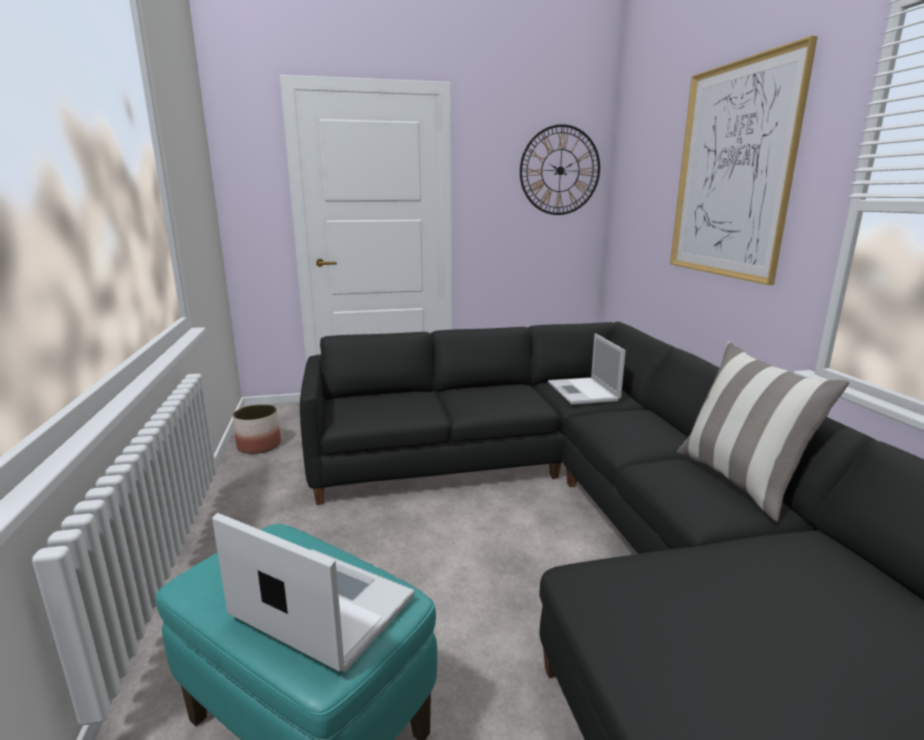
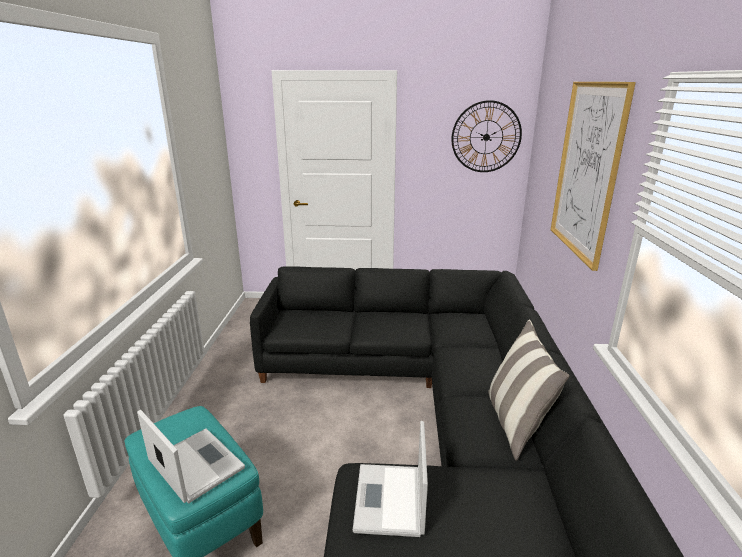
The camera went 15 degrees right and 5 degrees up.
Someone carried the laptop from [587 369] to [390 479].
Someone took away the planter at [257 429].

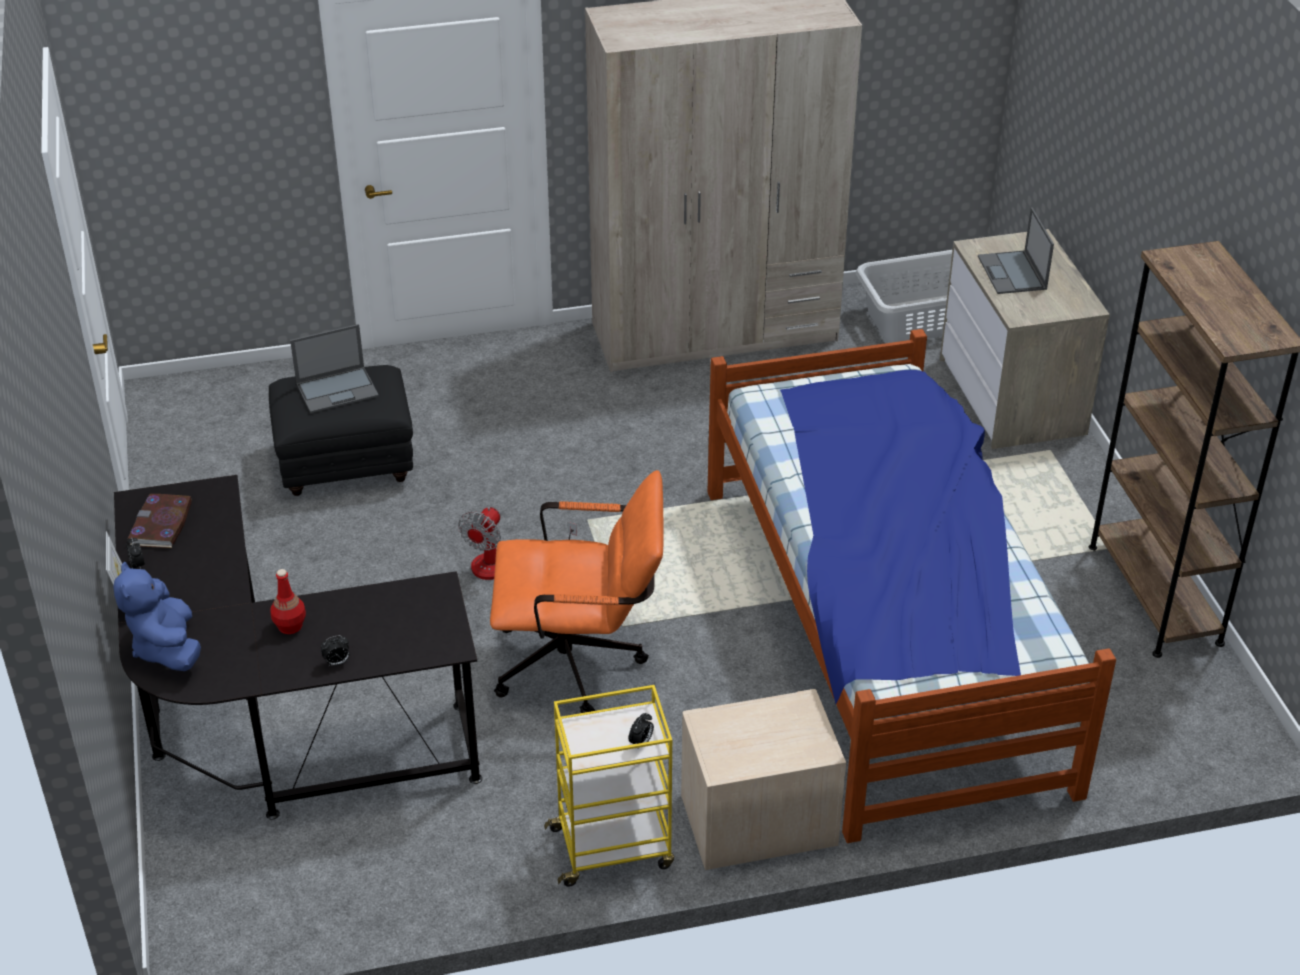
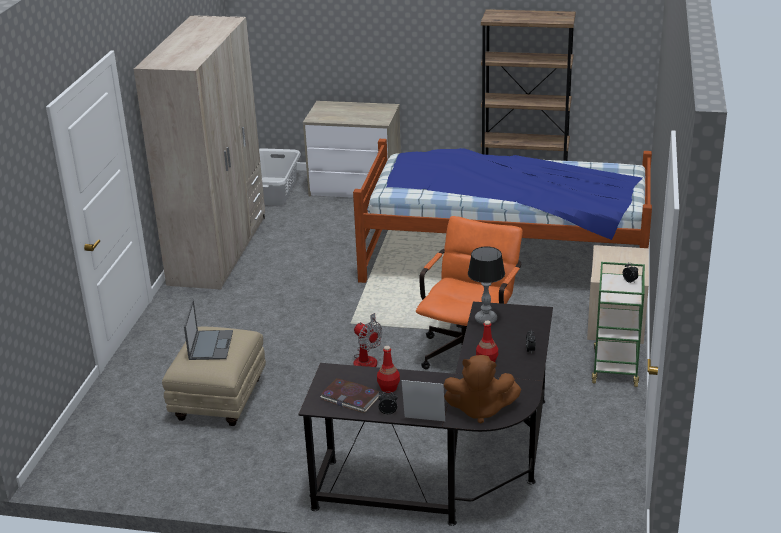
The camera went 65 degrees left and 10 degrees down.
Someone repainted the ottoman (black) at [341 430], which became the ottoman (beige) at [214 376].
Someone put down the bottle (red) at [388 369].
Someone repainted the plush toy (blue) at [157 616], which became the plush toy (brown) at [482 389].
Someone put down the table lamp at [486 285].
Someone repainted the cart (yellow) at [609 786], which became the cart (green) at [618 324].
Someone took away the laptop at [1016 250].

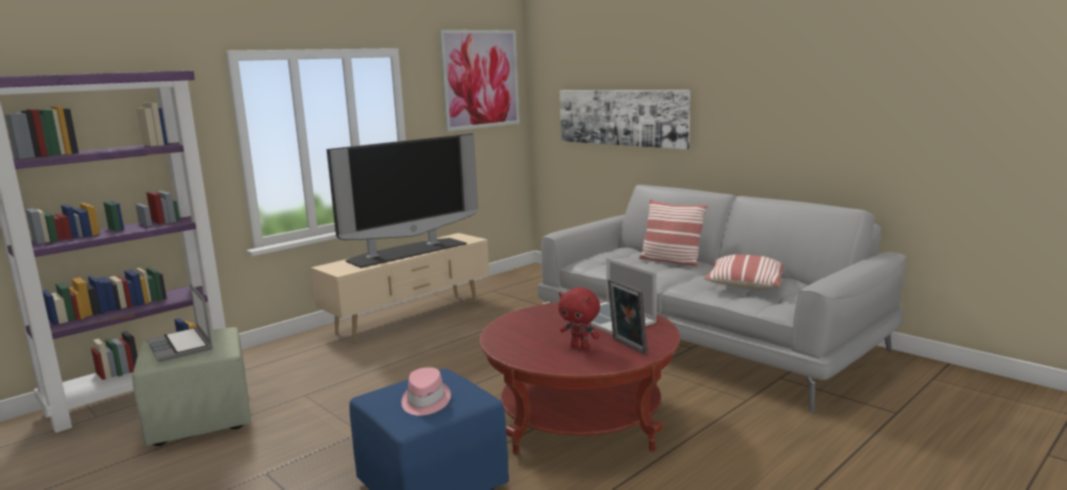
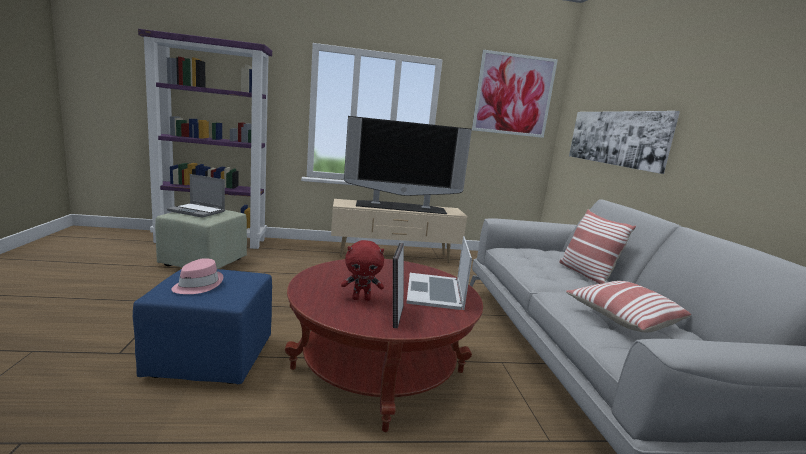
The camera went 35 degrees right and 0 degrees up.
Someone rotated the laptop at [179 323] by 75 degrees counterclockwise.
Someone rotated the plush toy (red) at [579 318] by 75 degrees counterclockwise.

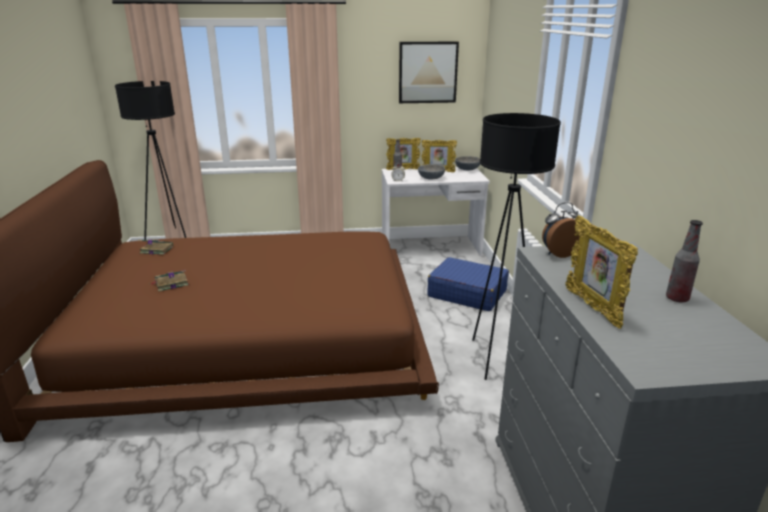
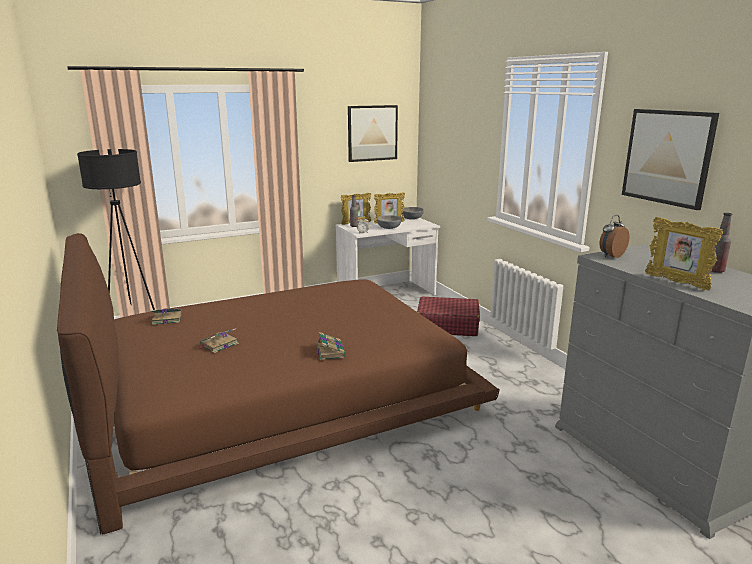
The camera went 20 degrees left and 5 degrees down.
Someone put down the book at [331 346].
Someone repainted the suitcase (blue) at [468 284], which became the suitcase (red) at [448 316].
Someone put up the picture at [670 159].
Someone took away the floor lamp (black) at [516 246].

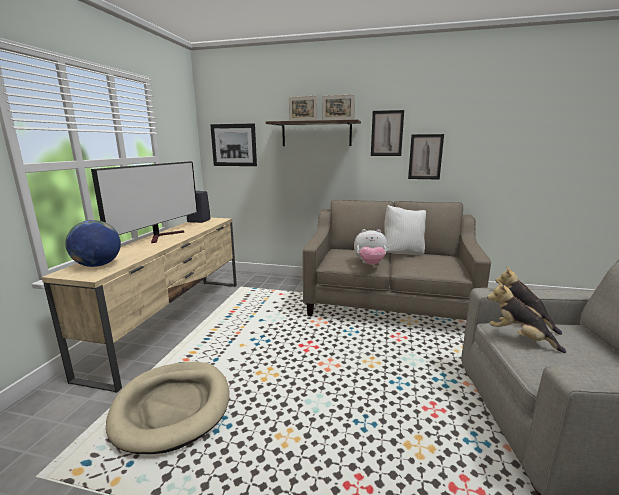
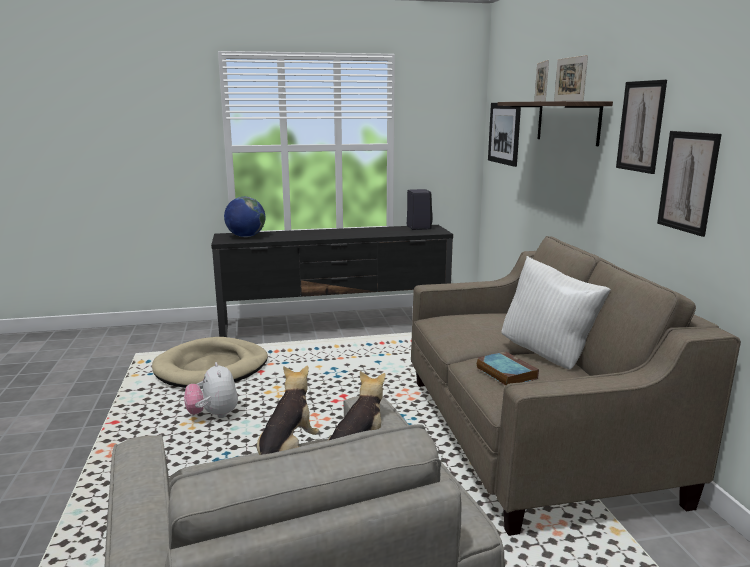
The camera went 65 degrees right and 0 degrees up.
Someone carried the plush toy from [370 247] to [211 390].
Someone repainted the tv stand (beige) at [139 305], which became the tv stand (black) at [332 281].
Someone put down the book at [507 368].
Someone took away the television at [144 202].

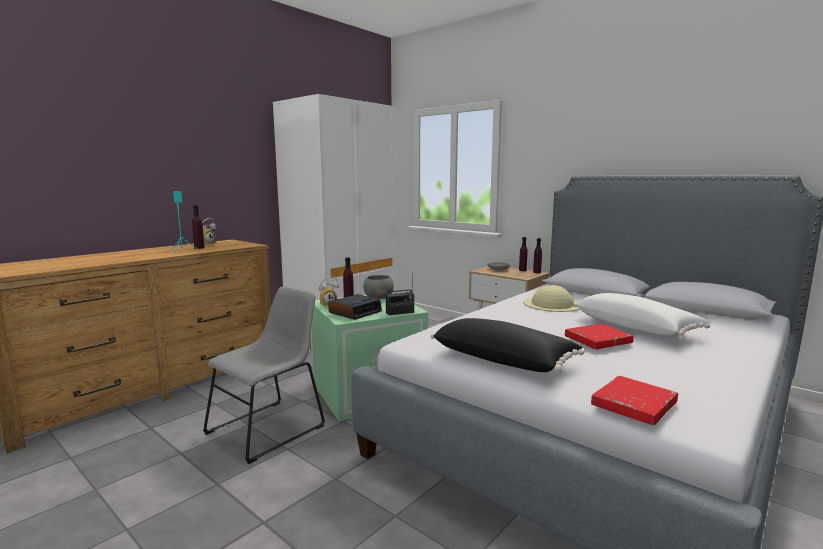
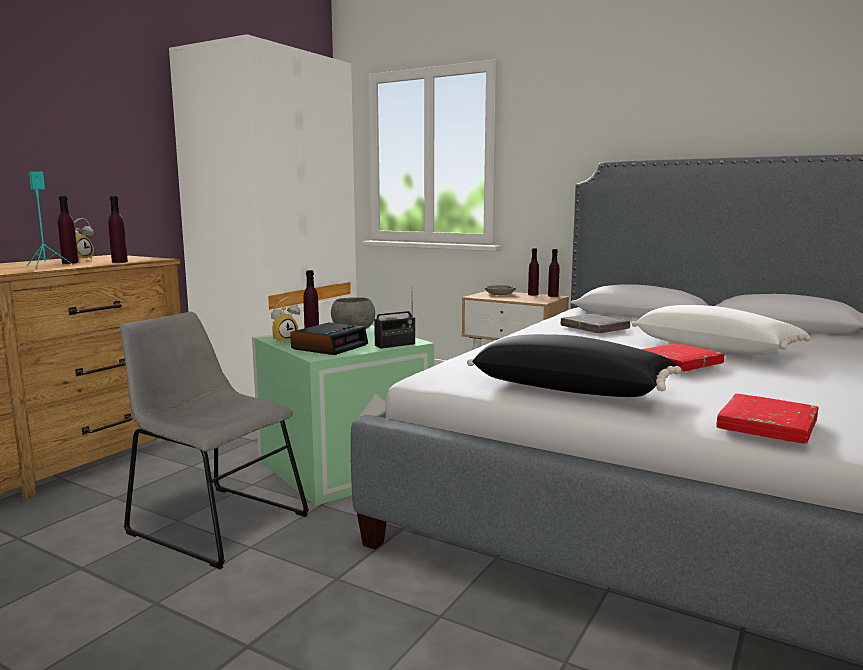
The camera went 10 degrees left and 0 degrees up.
Someone put down the bottle (purple) at [118 229].
Someone rotated the chair (grey) at [264 375] by 90 degrees counterclockwise.
Someone swapped the hat (beige) at [551 298] for the book (grey) at [595 323].

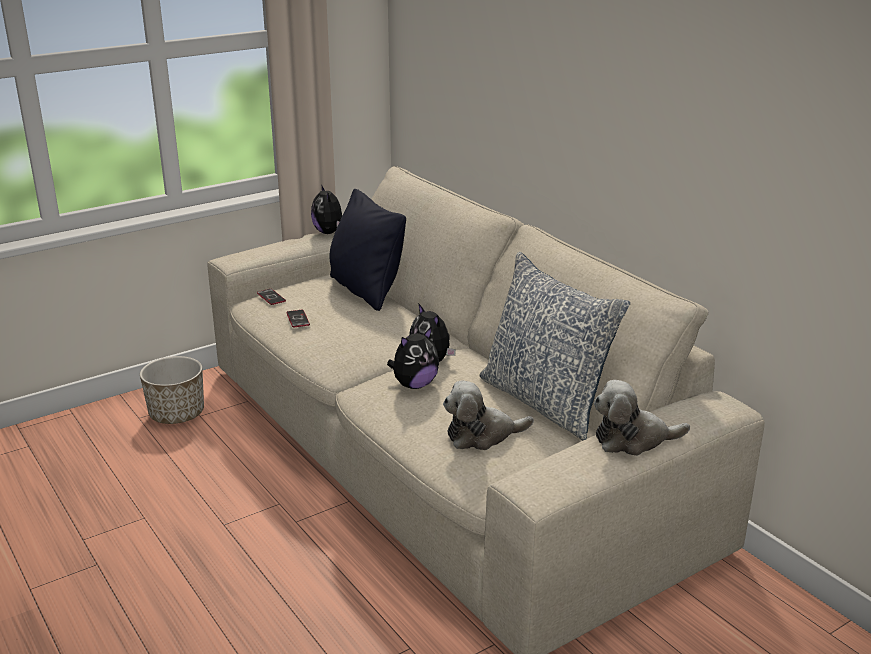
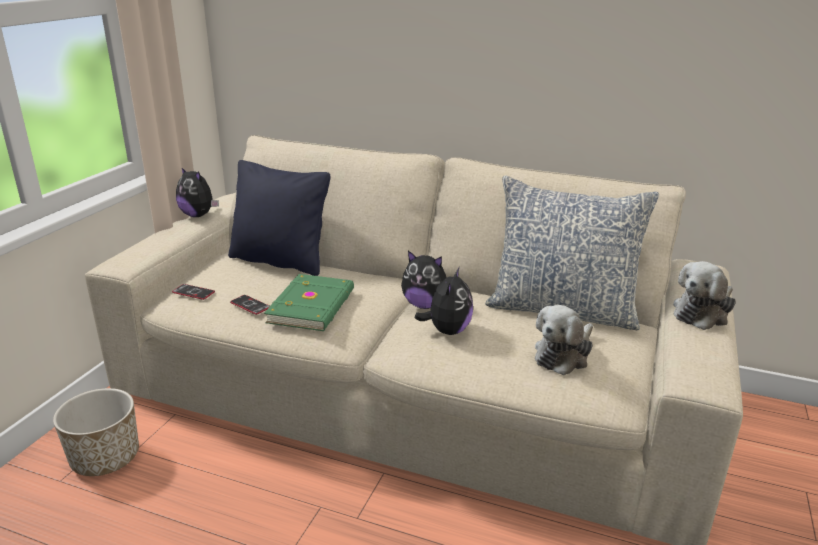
The camera went 35 degrees left and 0 degrees up.
Someone put down the book (green) at [309 302].

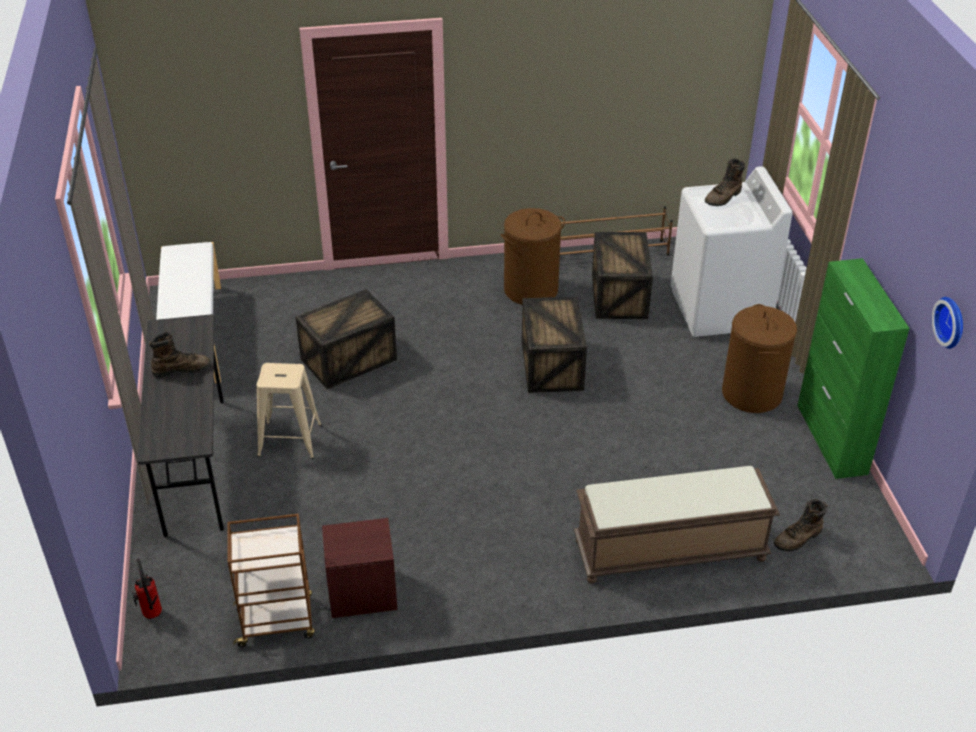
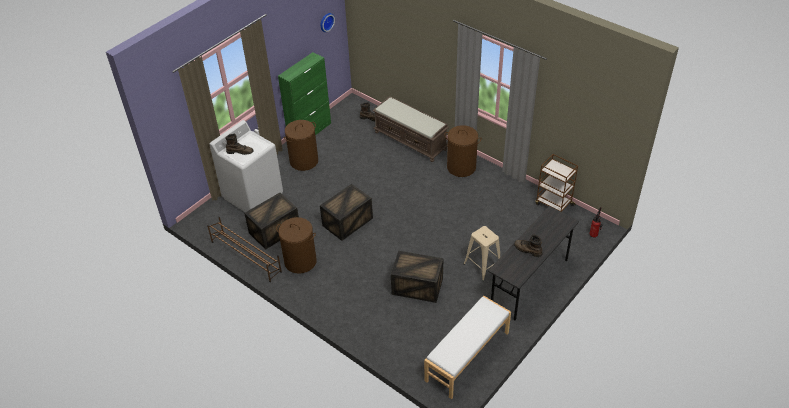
The camera went 130 degrees left and 5 degrees up.
Someone put down the laundry basket (brown) at [463 151].
Someone took away the nightstand (brown) at [359 568].

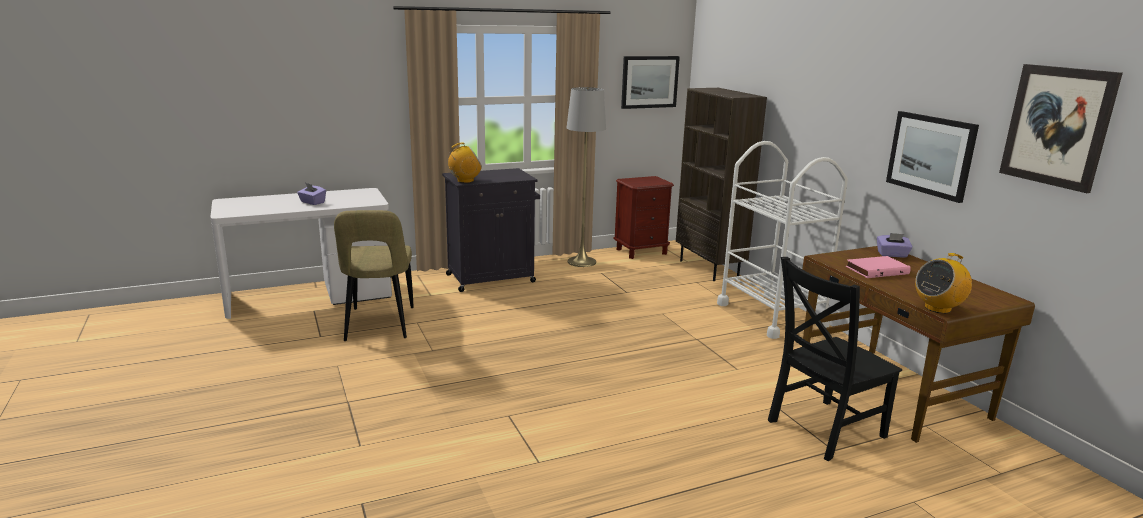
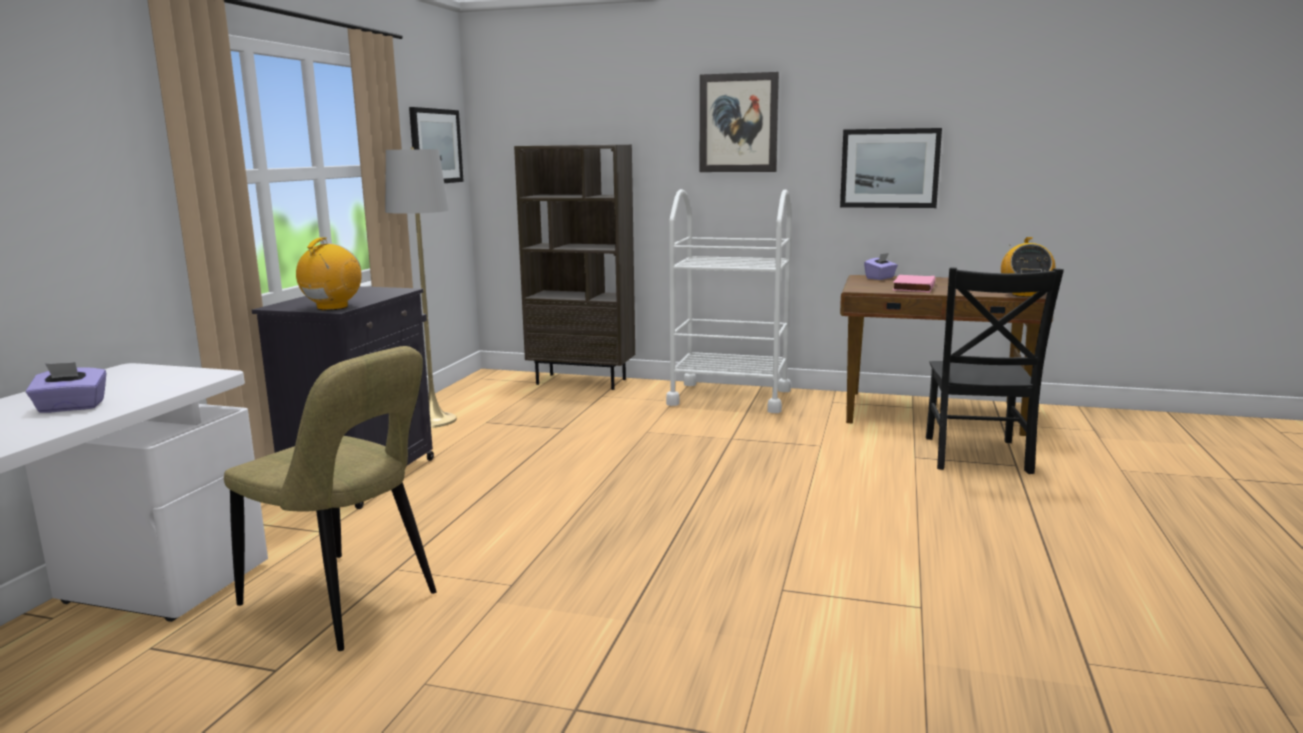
The camera went 50 degrees left and 5 degrees down.
Someone carried the picture from [1061 128] to [739 122].
Someone took away the nightstand (brown) at [643 217].

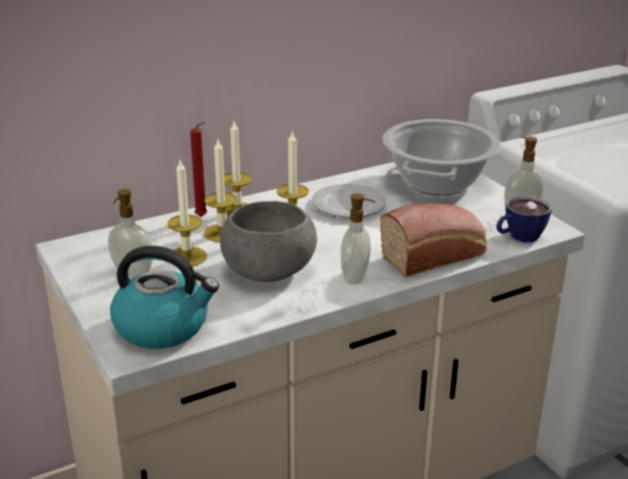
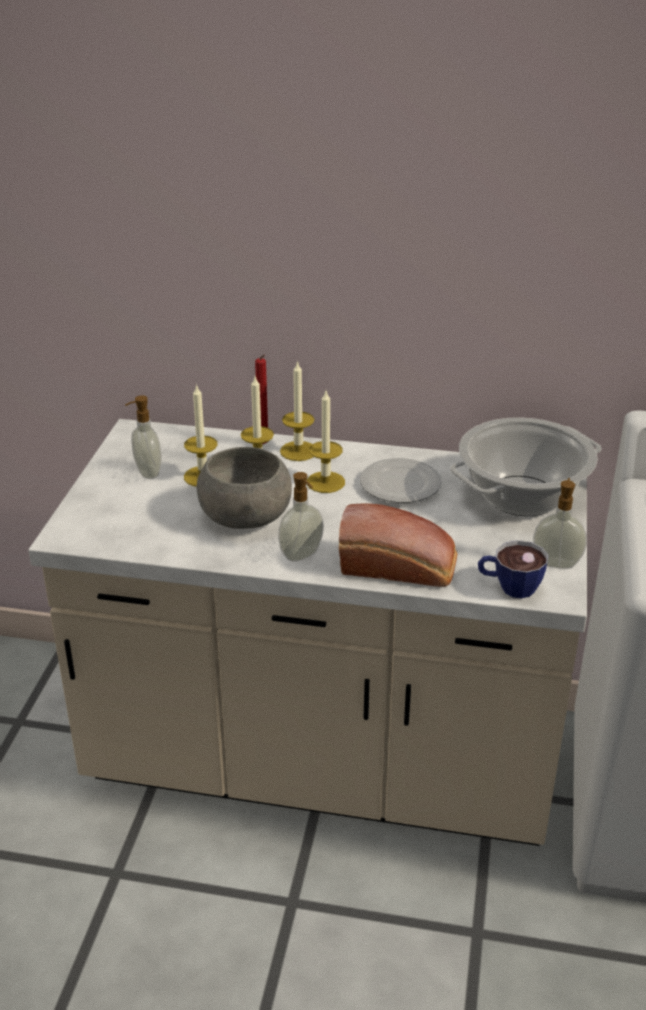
The camera went 40 degrees right and 5 degrees up.
Someone took away the kettle at [164 297].

